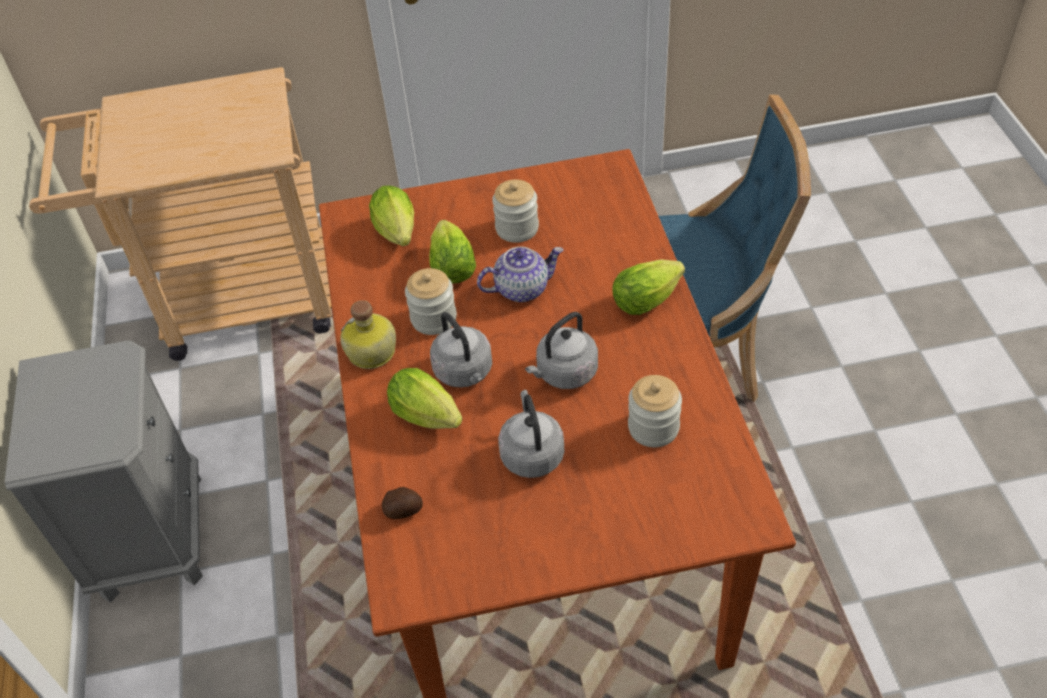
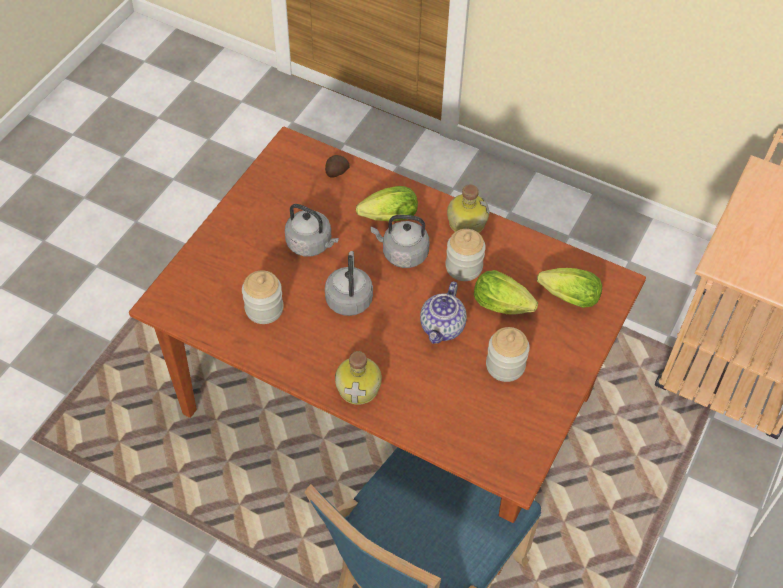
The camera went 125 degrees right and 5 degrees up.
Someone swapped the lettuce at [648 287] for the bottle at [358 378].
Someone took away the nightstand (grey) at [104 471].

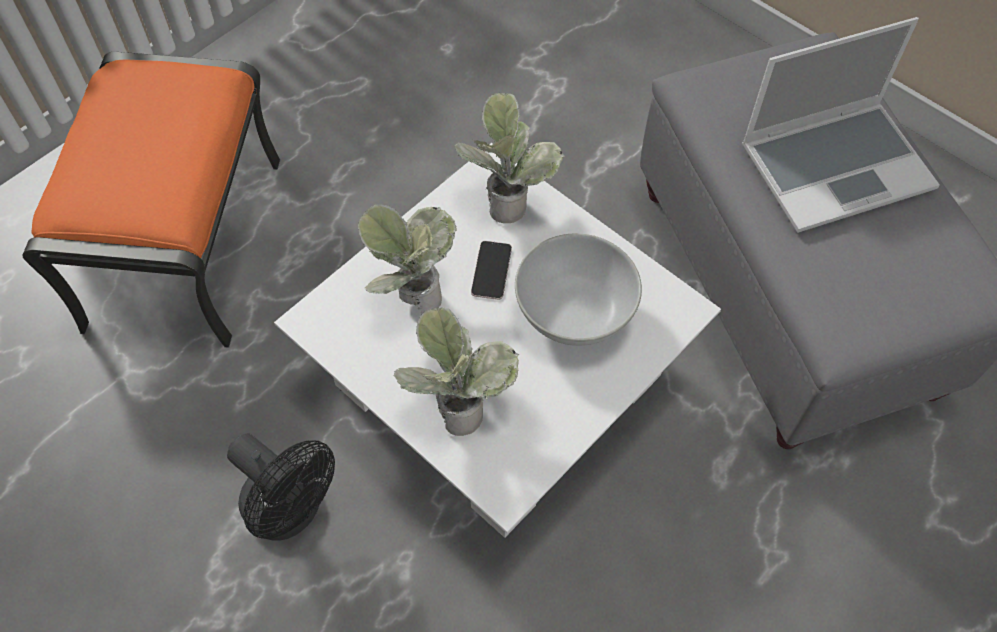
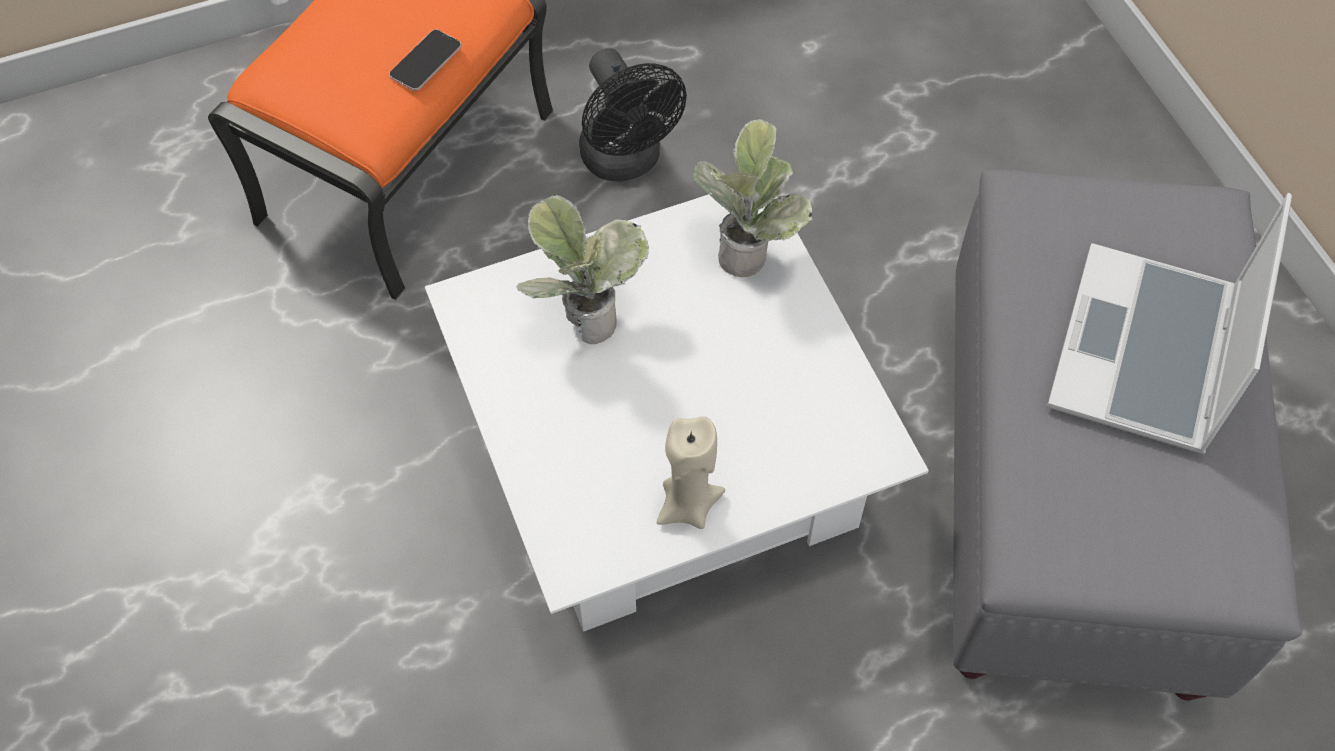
The camera went 25 degrees right and 0 degrees up.
Someone carried the phone from [491 270] to [425 60].
Someone carried the fan (black) from [281 487] to [633 115].
Someone put down the candle (beige) at [691 472].
Someone rotated the laptop at [841 125] by 105 degrees clockwise.
Someone took away the potted plant at [456 371].
Someone took away the bowl (white) at [578 289].

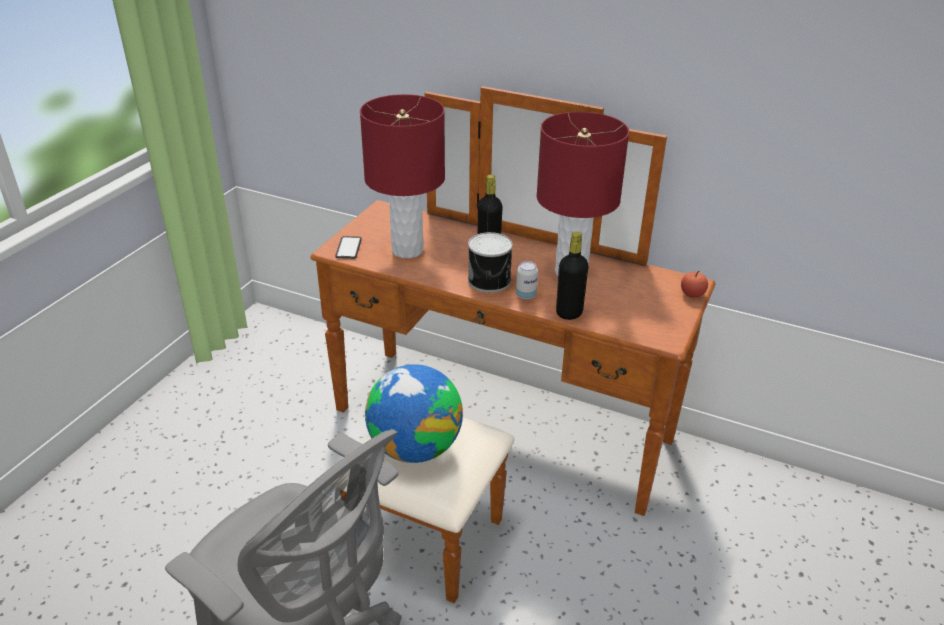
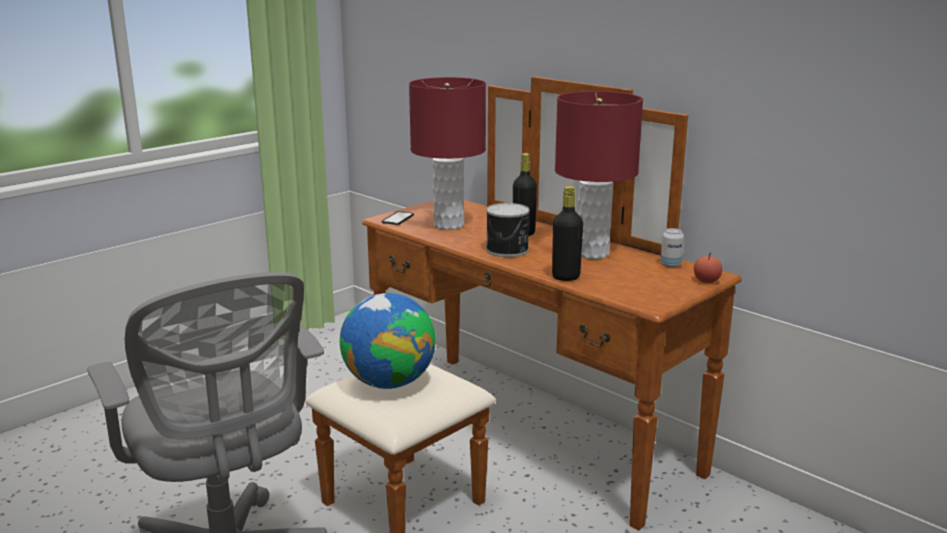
The camera went 20 degrees right and 15 degrees down.
Someone carried the can from [527 280] to [672 247].

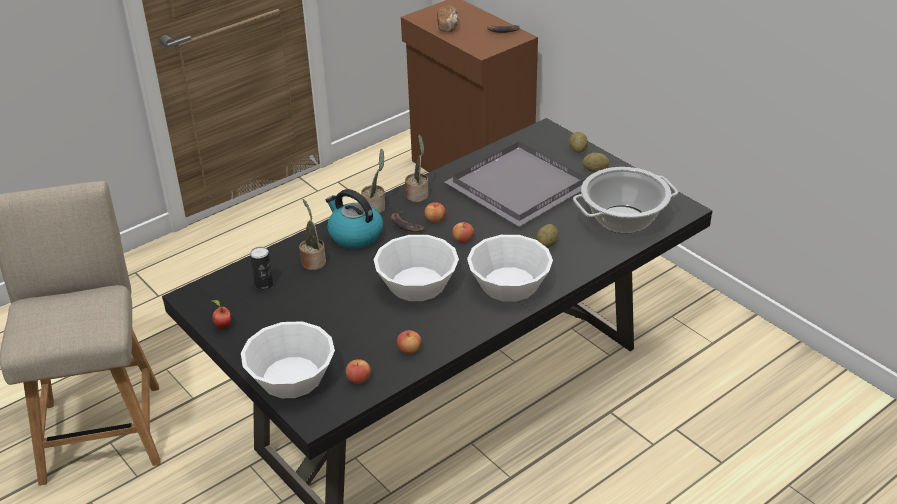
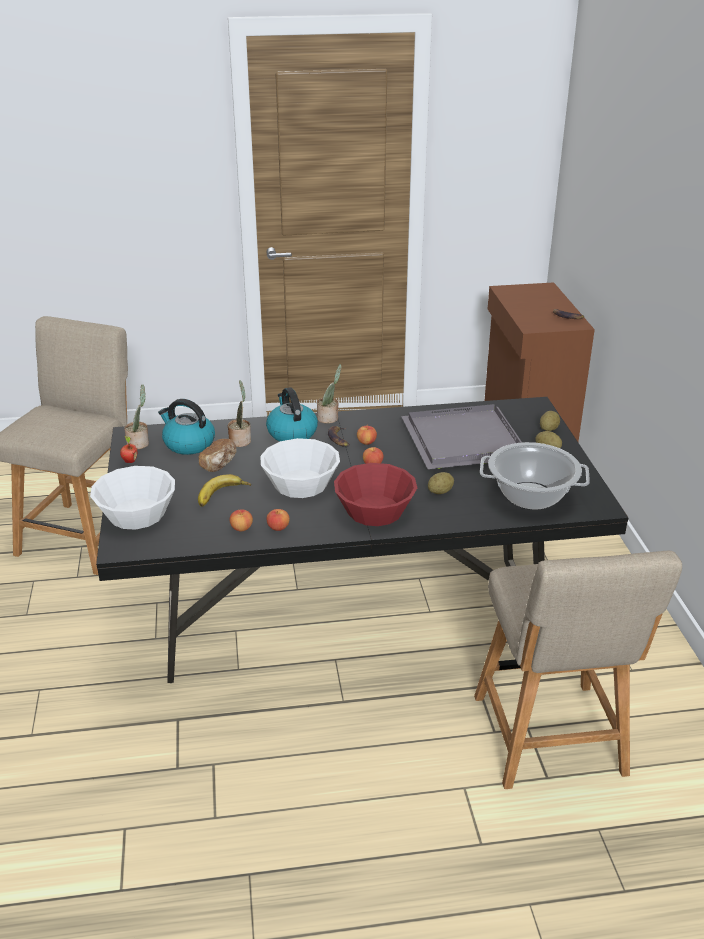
The camera went 30 degrees right and 5 degrees down.
Someone carried the potted plant from [417 168] to [136 417].
Someone swapped the can at [261 268] for the kettle at [186 427].
Someone put down the banana at [224 490].
Someone carried the bread from [448 18] to [218 455].
Someone carried the apple from [358 371] to [278 520].
Someone repainted the bowl (white) at [510 268], which became the bowl (red) at [375 494].
Someone put down the chair (beige) at [578 670].

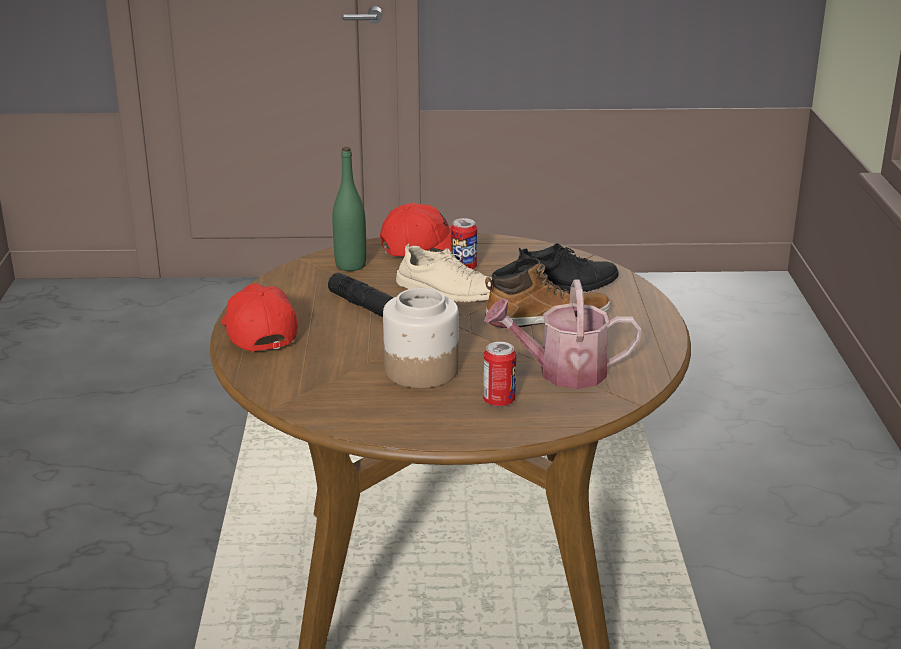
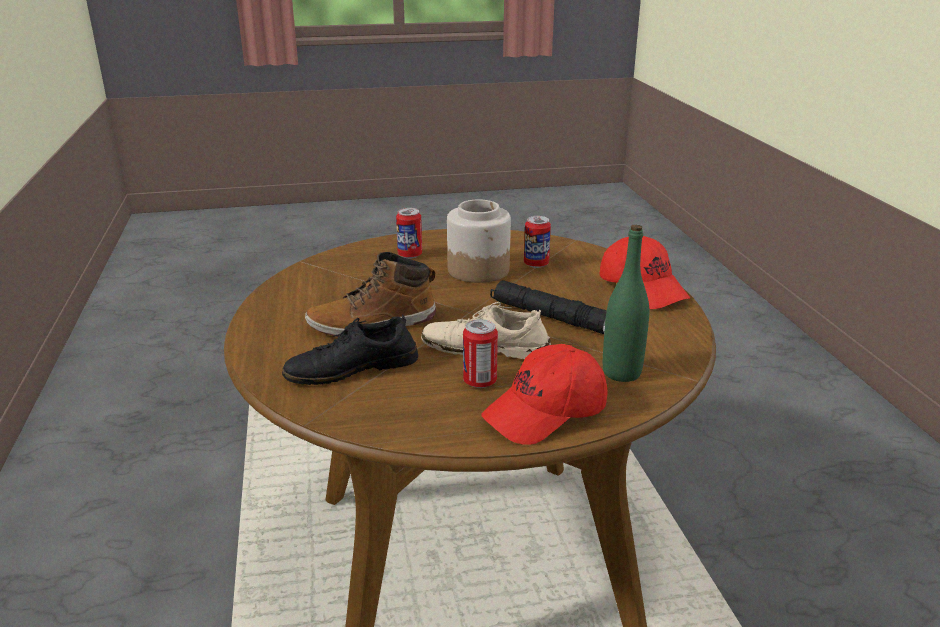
The camera went 170 degrees right and 0 degrees up.
Someone put down the can at [537 242].
Someone took away the watering can at [563 334].

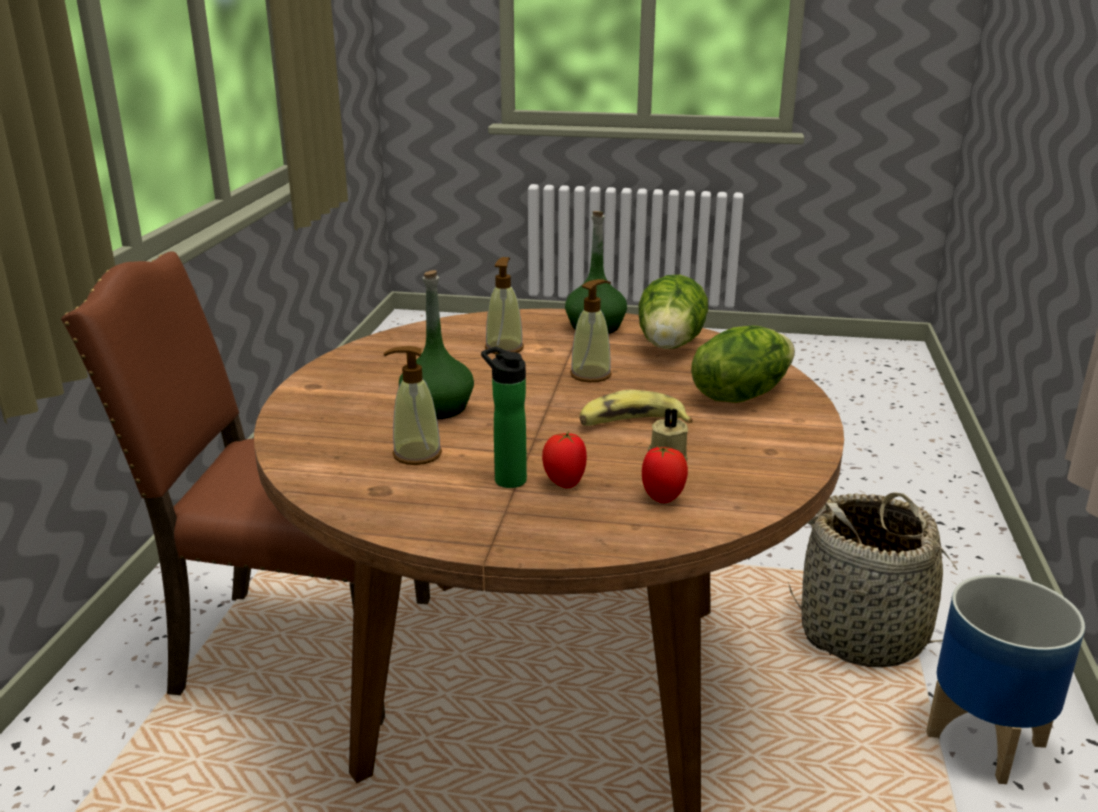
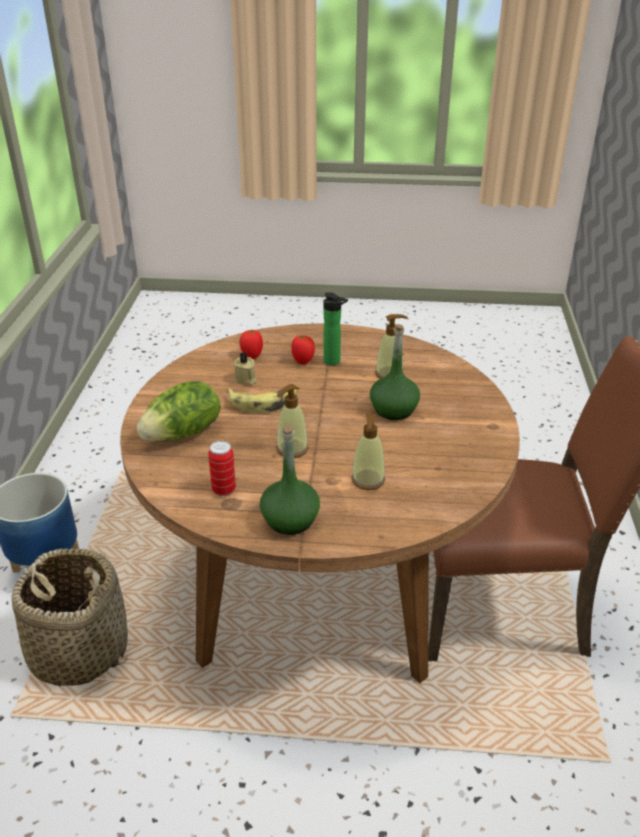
The camera went 175 degrees right and 10 degrees up.
Someone swapped the lettuce at [673 312] for the can at [222 468].

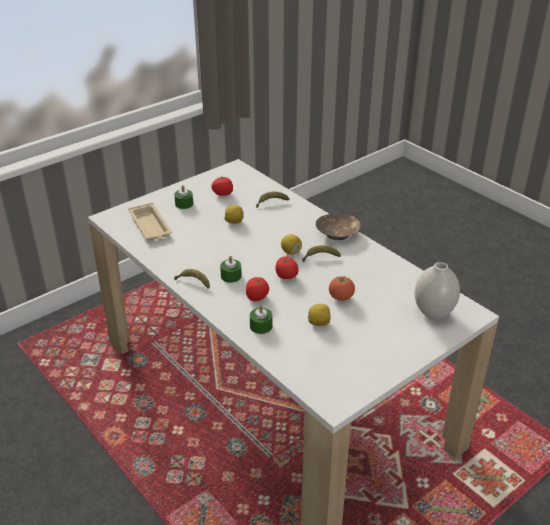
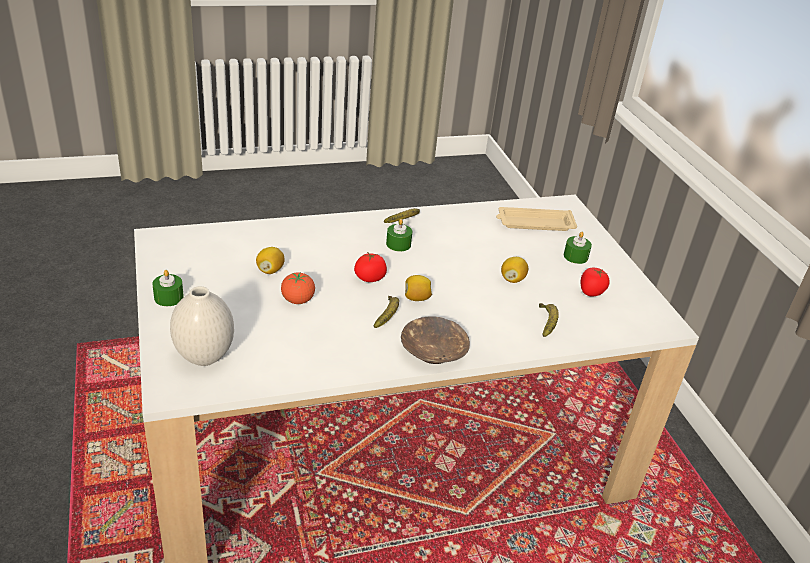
The camera went 110 degrees right and 0 degrees up.
Someone carried the candle (green) from [261 319] to [168 288].
Someone took away the tomato at [257 289].

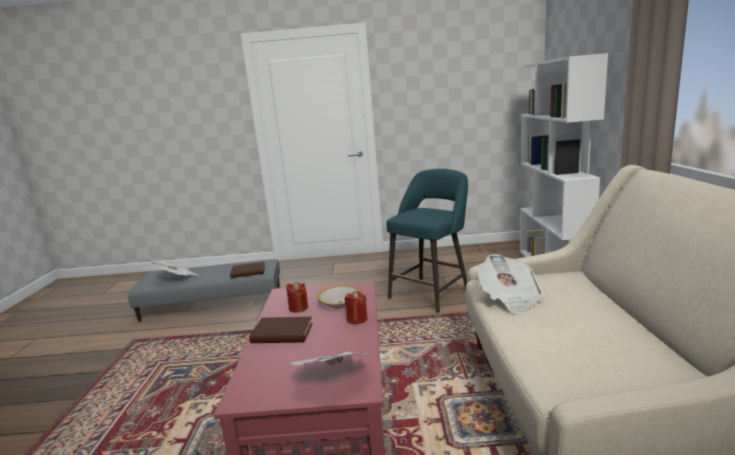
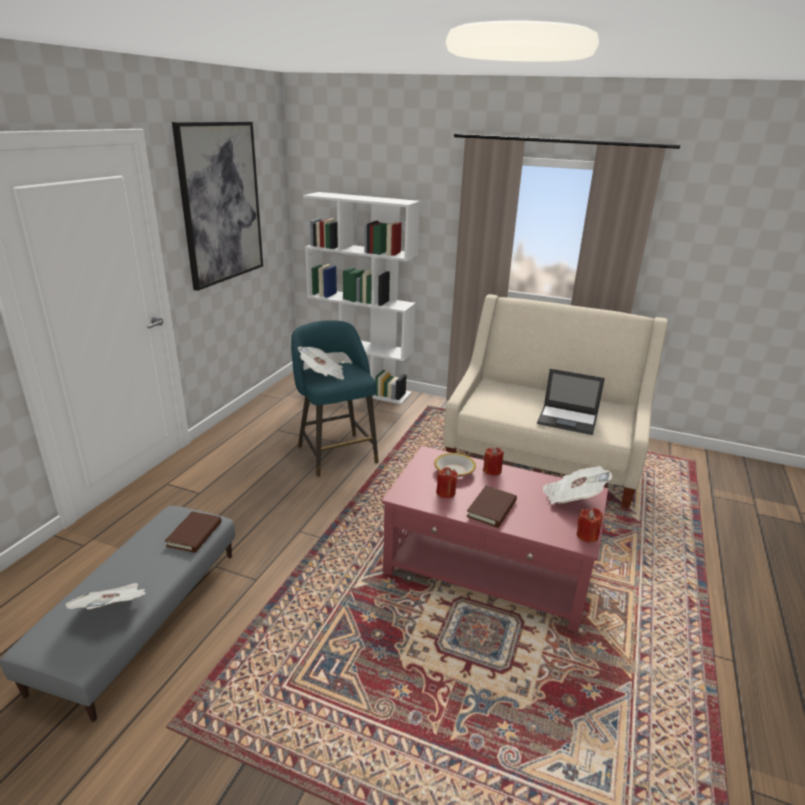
The camera went 70 degrees left and 10 degrees up.
Someone put up the picture at [217 206].
Someone carried the newspaper from [510 284] to [321 363].
Someone put down the laptop at [571 402].
Someone put down the candle (red) at [590 525].

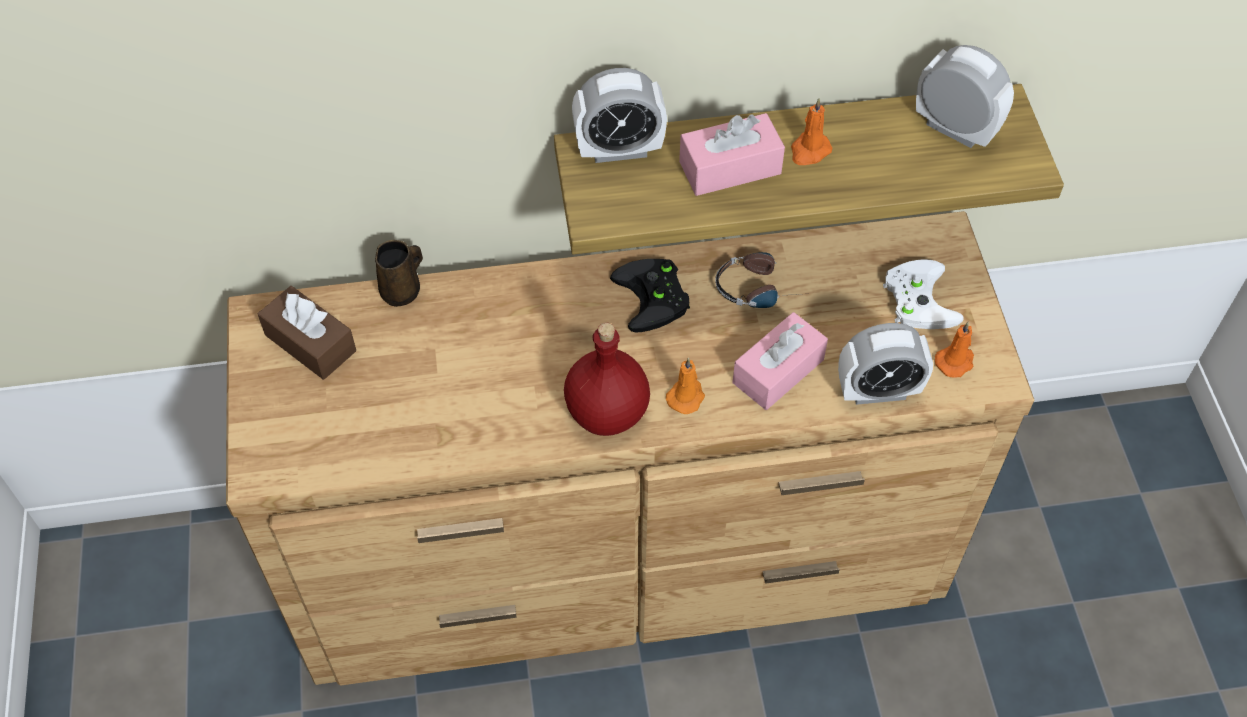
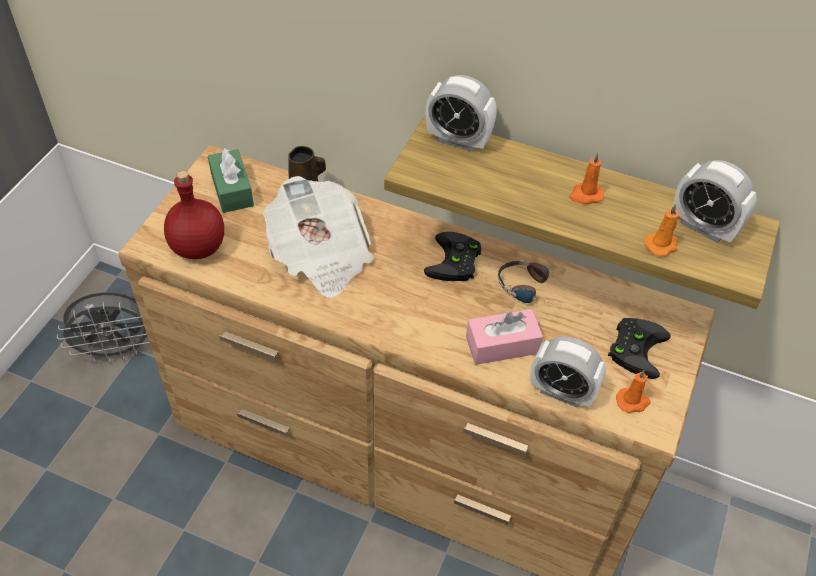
The camera went 30 degrees right and 5 degrees down.
Someone put down the fan (grey) at [103 327].
Someone carried the bottle (red) from [607 379] to [194 214].
Someone repainted the tissue box (brown) at [307 333], which became the tissue box (green) at [231 180].
Someone put down the newspaper at [318 237].
Someone repainted the game controller (white) at [923 294], which became the game controller (black) at [639 348].
Someone carried the candle (orange) from [685 386] to [661 230].
Someone rotated the alarm clock at [965 96] by 150 degrees clockwise.
Someone took away the tissue box (pink) at [732 154].

